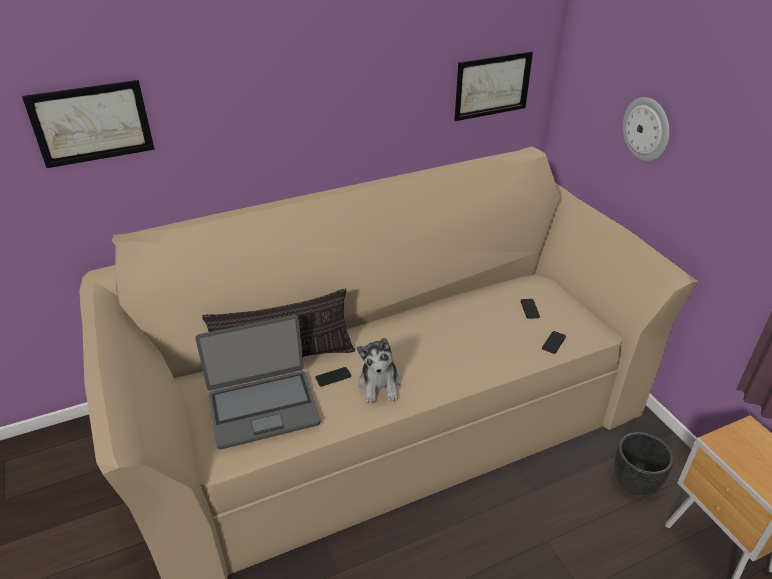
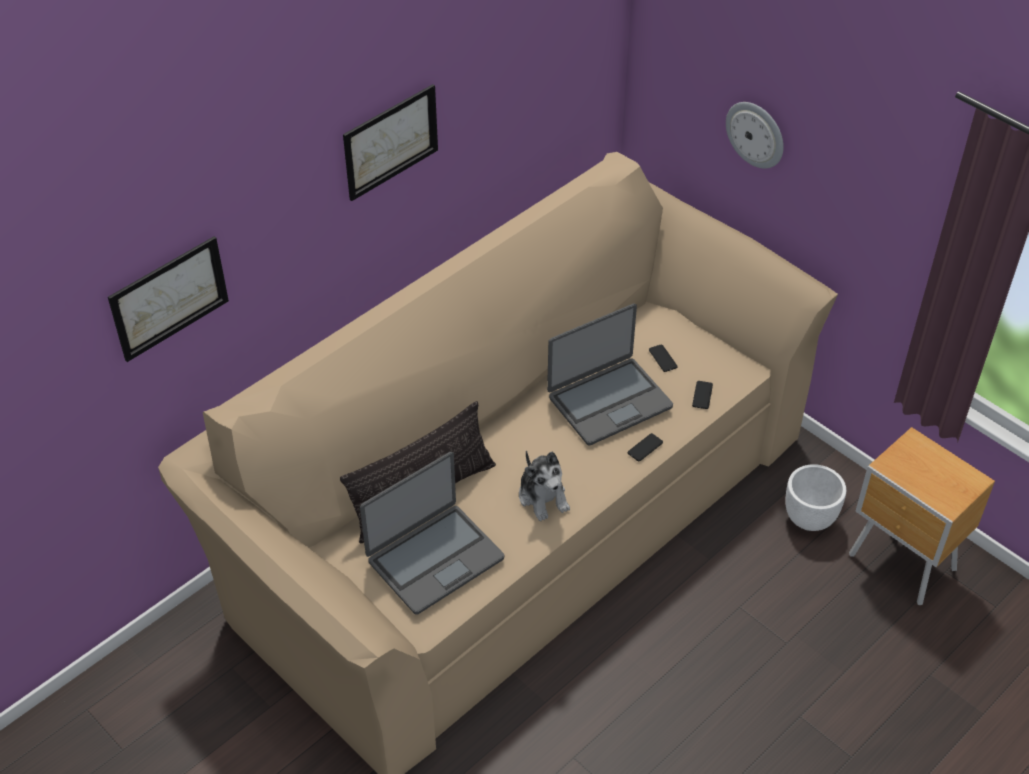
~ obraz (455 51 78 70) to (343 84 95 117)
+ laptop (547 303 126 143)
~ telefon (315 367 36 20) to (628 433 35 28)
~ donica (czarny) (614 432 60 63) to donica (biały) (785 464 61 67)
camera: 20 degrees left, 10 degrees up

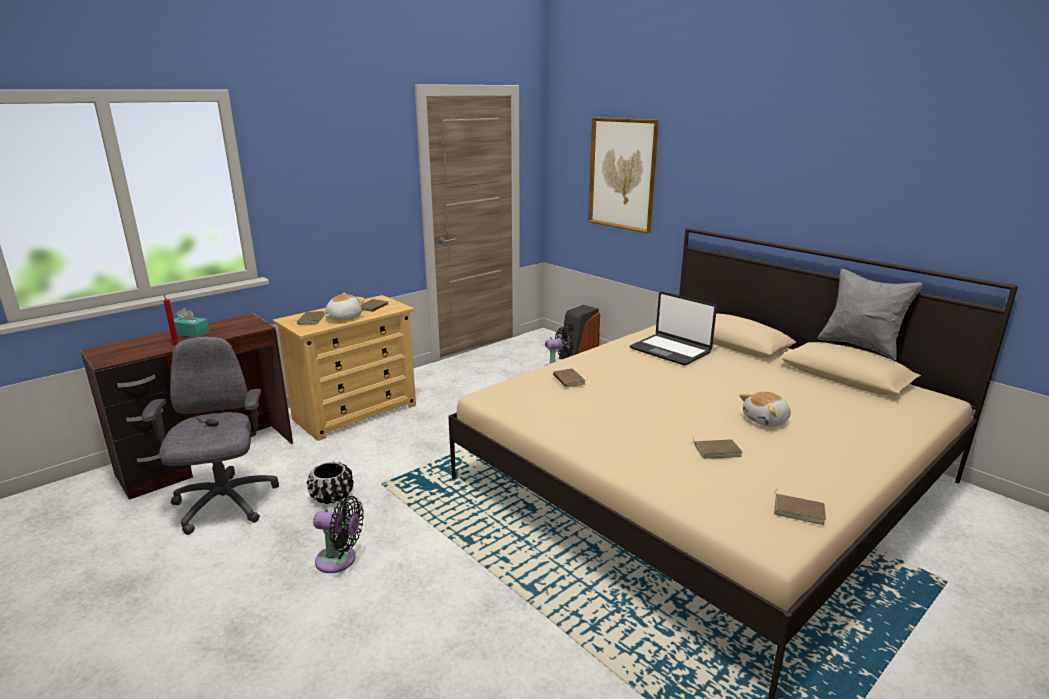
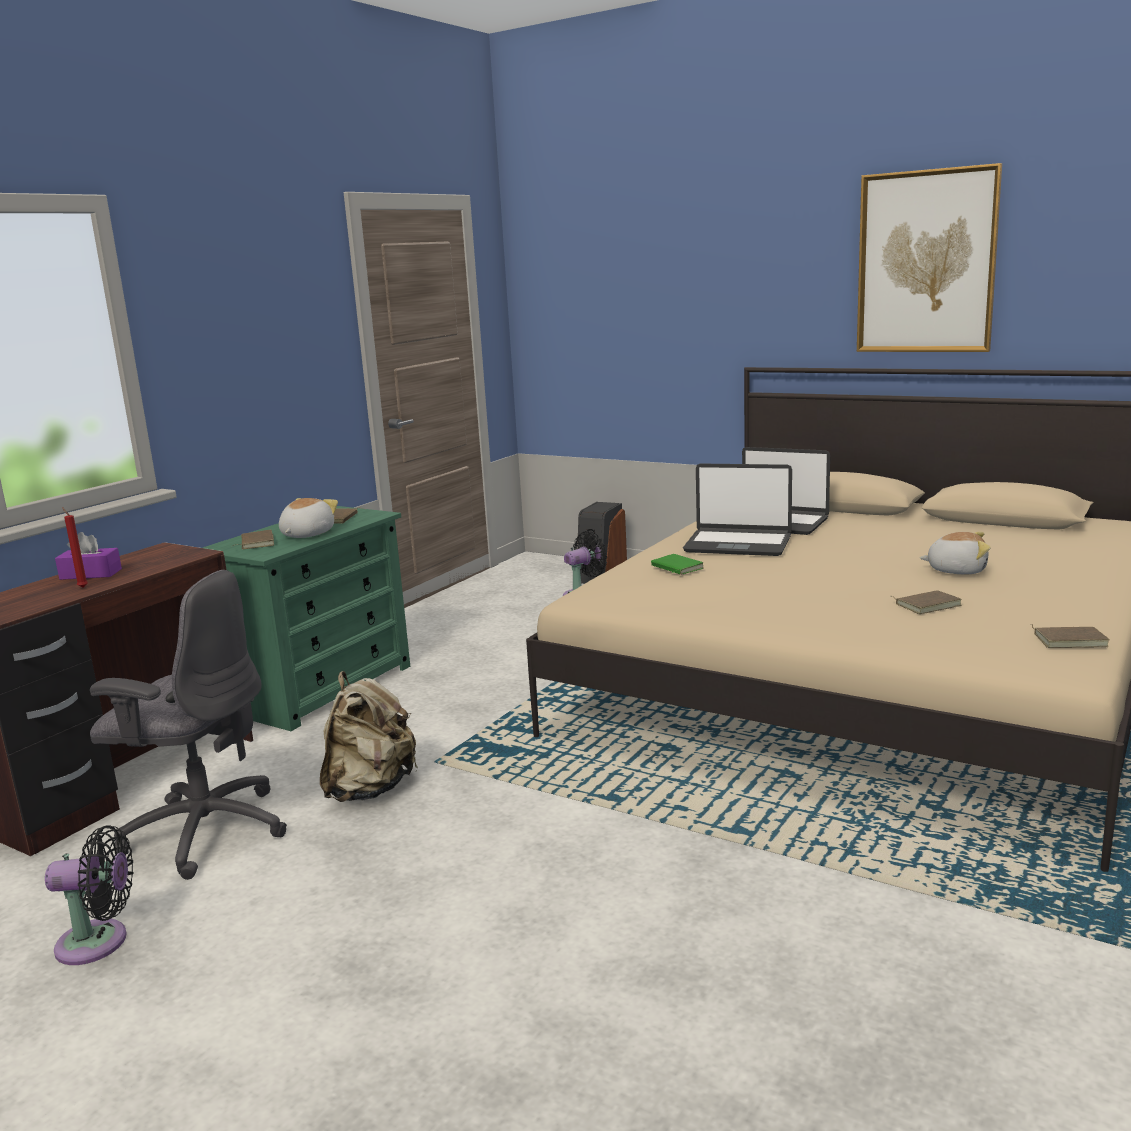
~ wentylator (czarny) (313 496 51 77) to (45 825 88 140)
~ pudełko chusteczek (turkusowy) (174 308 36 29) to pudełko chusteczek (fioletowy) (55 532 67 48)
~ krzesło biurowe (szary) (142 337 137 198) = (90 570 197 310) 135 degrees clockwise
~ komoda (beżowy) (273 295 143 146) to komoda (zielony) (203 506 207 225)
~ donica (czarny) (307 462 47 42) to plecak (beżowy) (320 671 98 131)
~ książka (brązowy) (553 368 32 19) to książka (zielony) (651 554 53 21)
+ laptop (683 464 109 92)
~ obraz (588 117 71 116) to (857 163 145 189)
~ pluszak (739 392 52 35) = (919 532 72 42) 120 degrees counterclockwise
- poduszka (szary) (817 268 107 92)
camera: 15 degrees left, 5 degrees down

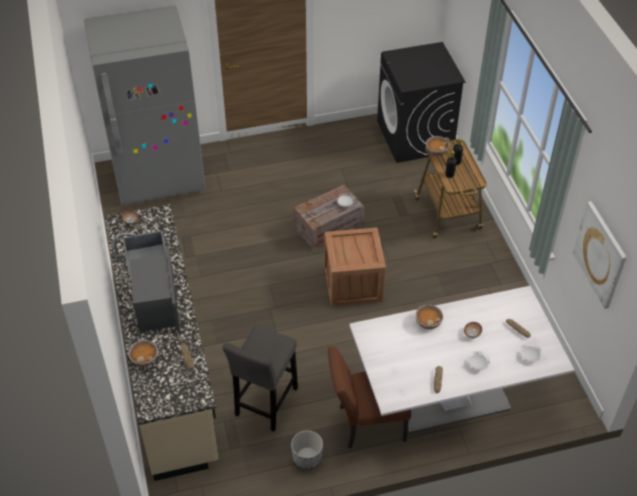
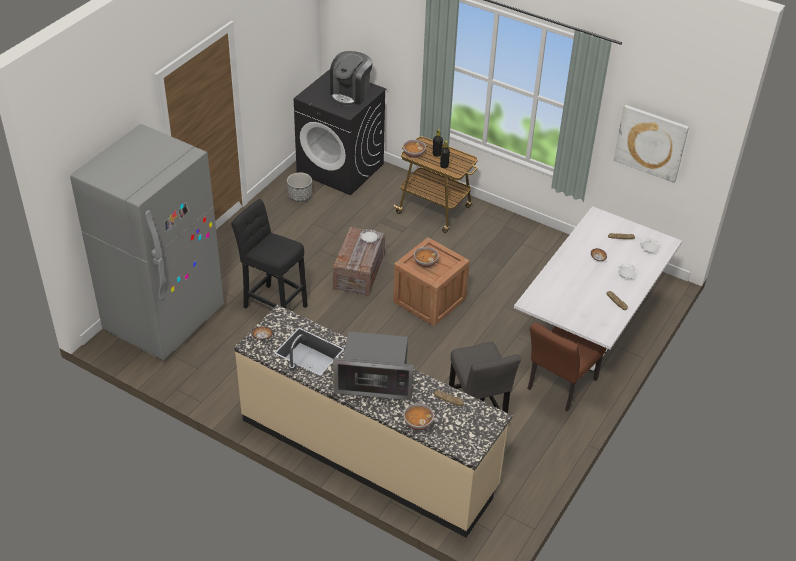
+ stołek (czarny) (231 199 77 110)
~ donica (291 430 32 39) to (287 172 25 30)
+ ekspres do kawy (330 51 43 55)
~ mikrofalówka (130 246 50 87) = (333 331 81 69) 150 degrees clockwise
~ miska (415 305 28 24) to (414 247 25 20)
camera: 45 degrees left, 5 degrees down

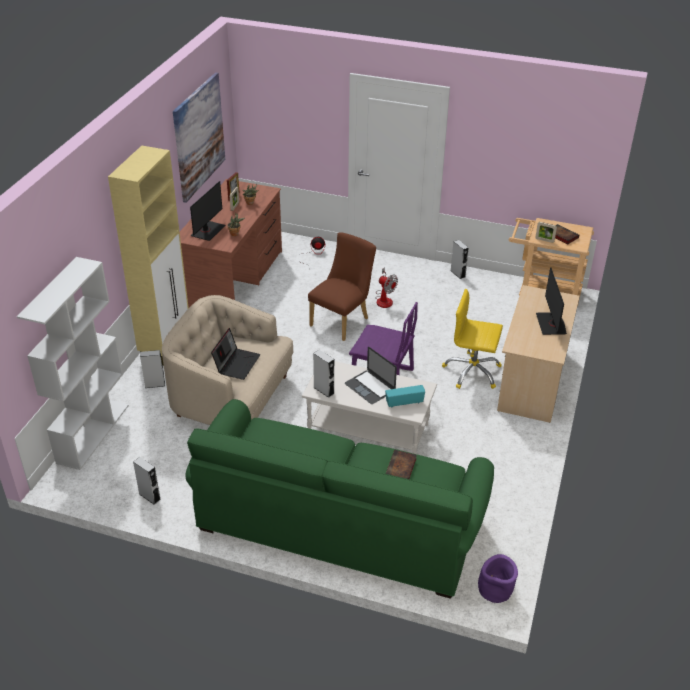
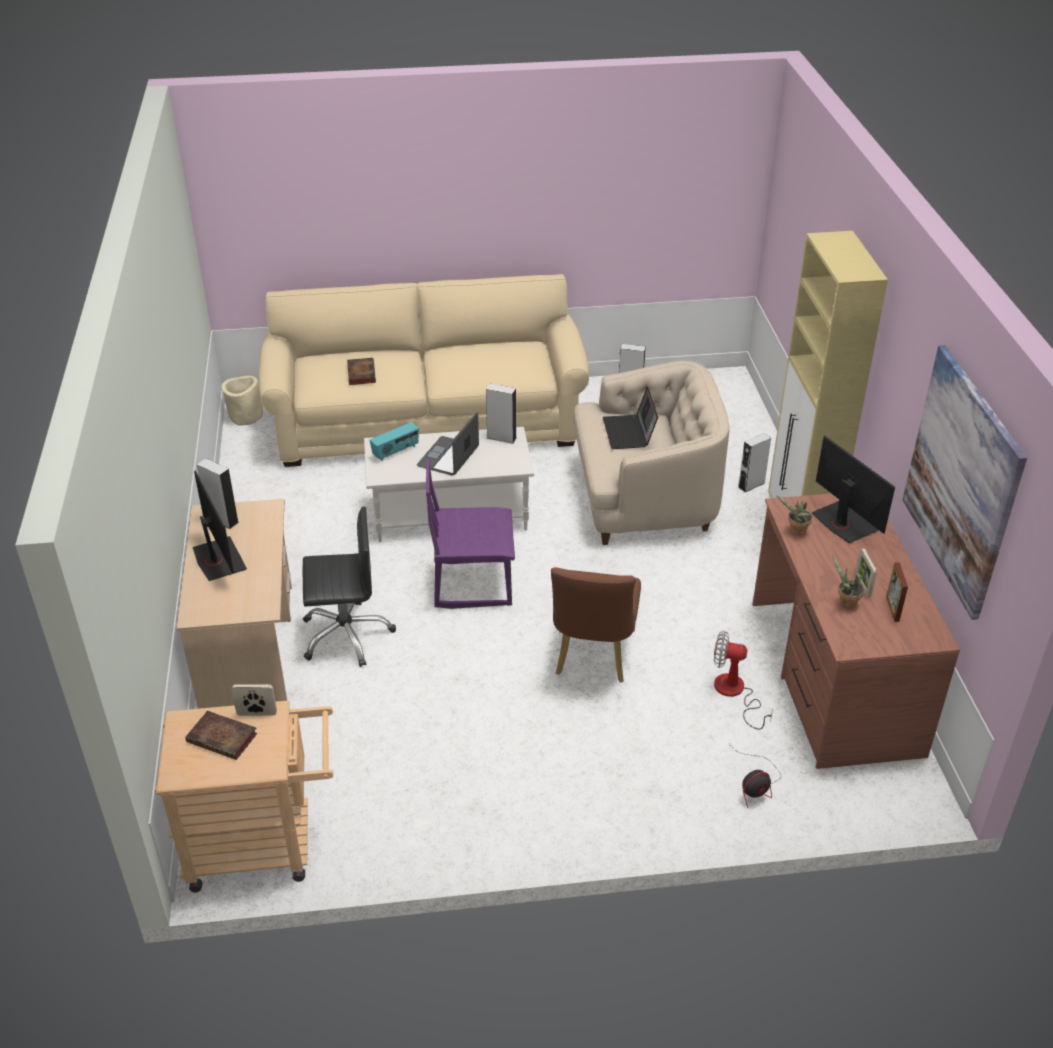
~ głośnik (szary) (451 240 18 39) to (197 459 42 70)
~ donica (fioletowy) (478 554 40 49) to donica (beżowy) (221 376 42 49)
~ kanapa (zielony) (185 399 309 200) to kanapa (beżowy) (258 274 331 193)
~ krzesło biurowe (żółty) (442 289 61 100) to krzesło biurowe (czarny) (303 506 93 161)
~ laptop (345 347 52 57) = (417 412 62 64) 90 degrees counterclockwise
~ wentylator (375 267 23 41) to (714 631 59 99)
~ monitor (190 181 35 60) = (812 435 83 109) 150 degrees clockwise
- regał (biały) (17 257 112 213)
camera: 155 degrees right, 0 degrees up

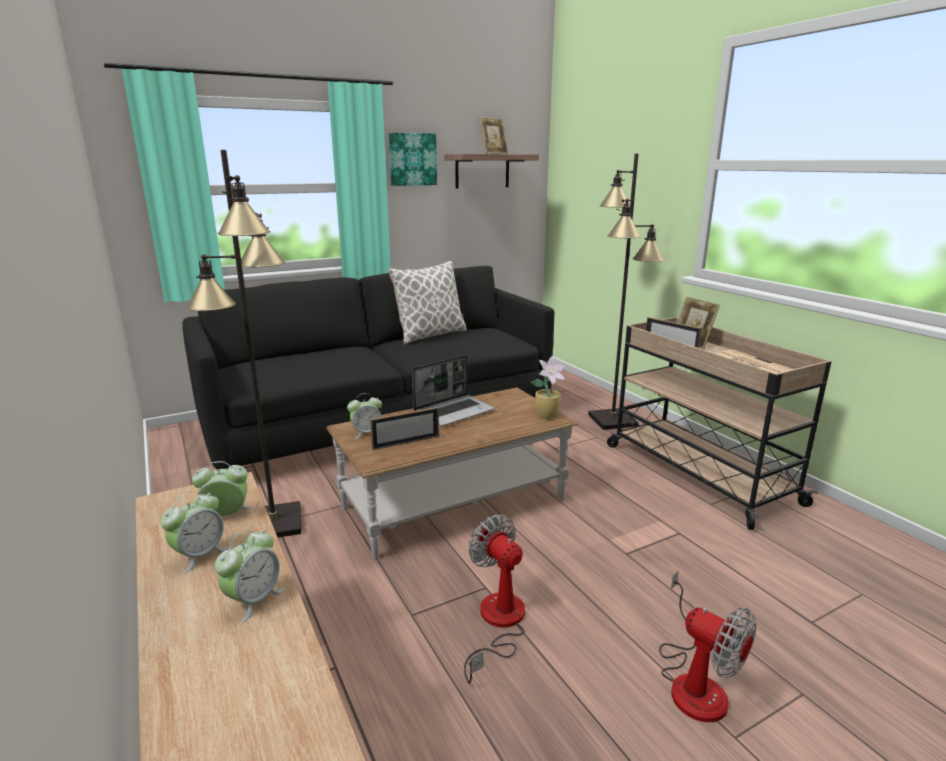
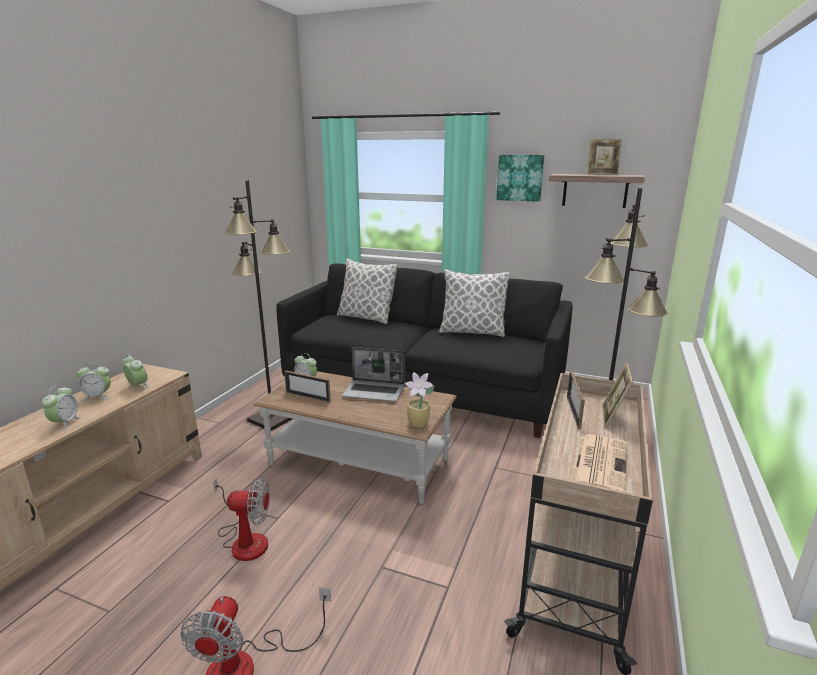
~ budzik (215 530 69 92) = (42 386 39 44) 75 degrees counterclockwise
~ wentylator (464 514 61 170) = (213 477 57 84) 75 degrees clockwise
+ poduszka (337 259 61 65)
camera: 50 degrees right, 0 degrees up

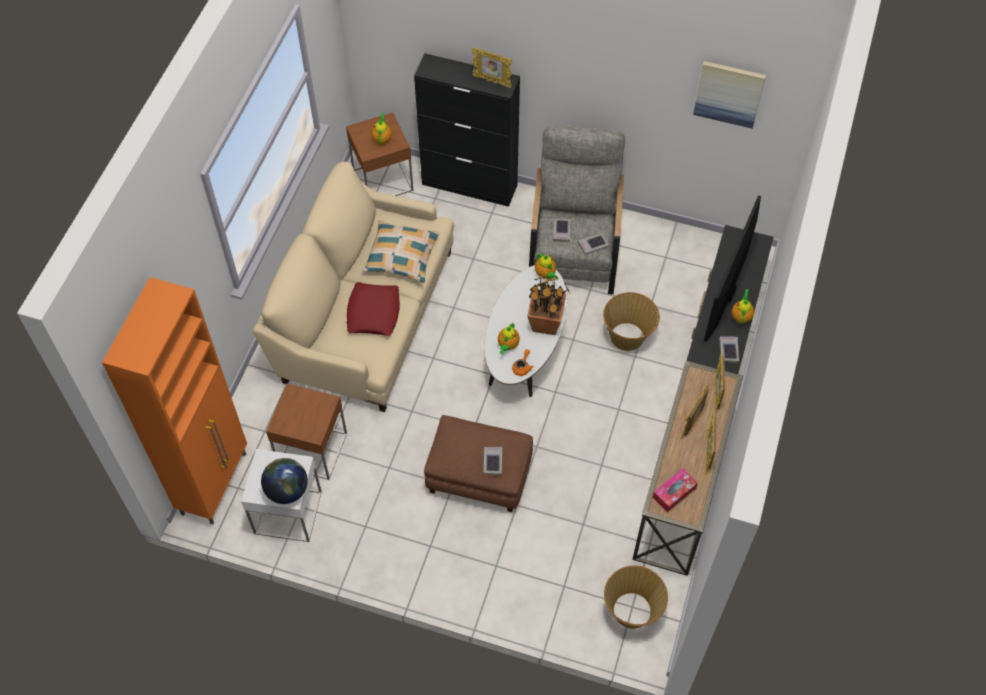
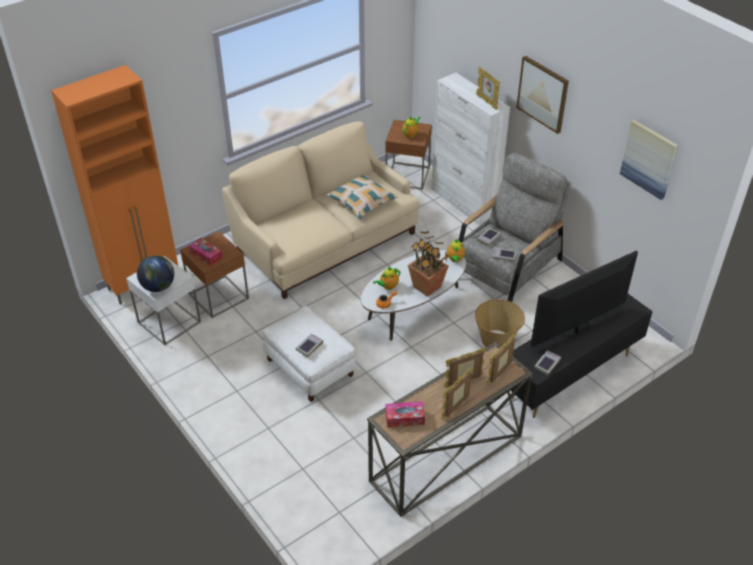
+ pudełko chusteczek (189 238 34 28)
~ pufa (brązowy) (424 415 109 97) to pufa (biały) (262 306 94 96)
~ szafka (czarny) (414 53 106 154) to szafka (biały) (431 73 79 153)
+ obraz (516 56 53 78)
- poduszka (czerwony) (347 282 53 54)
- koszyk (604 565 64 64)
- imbryk (732 289 22 35)
camera: 35 degrees right, 15 degrees down

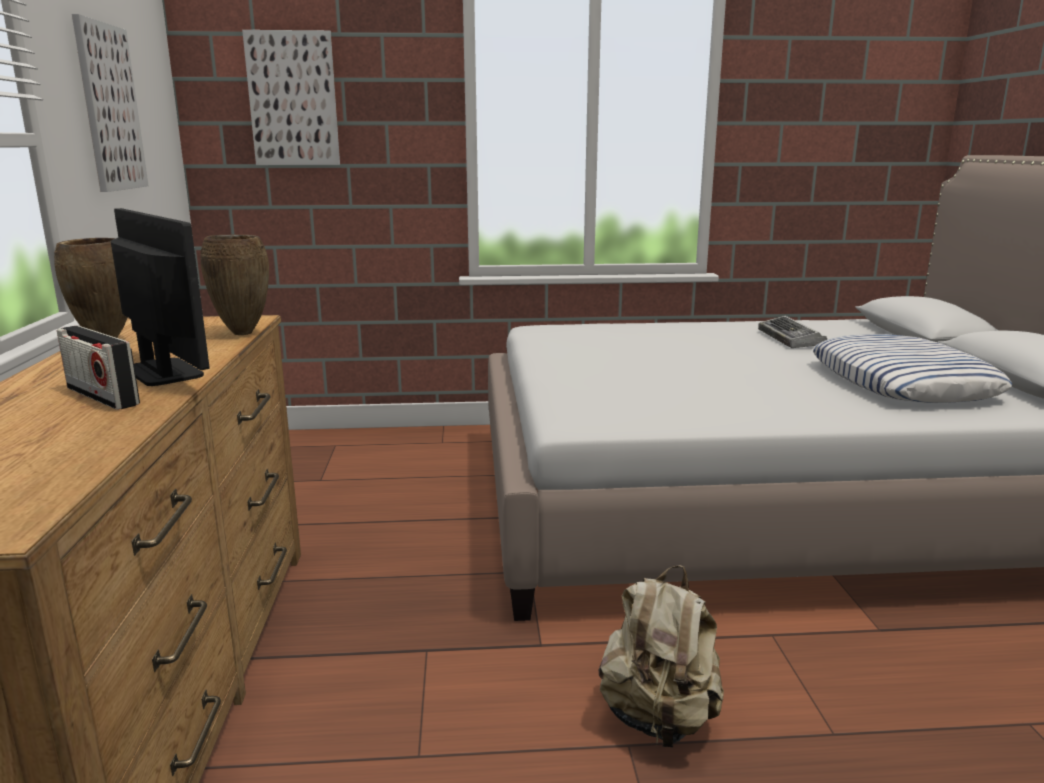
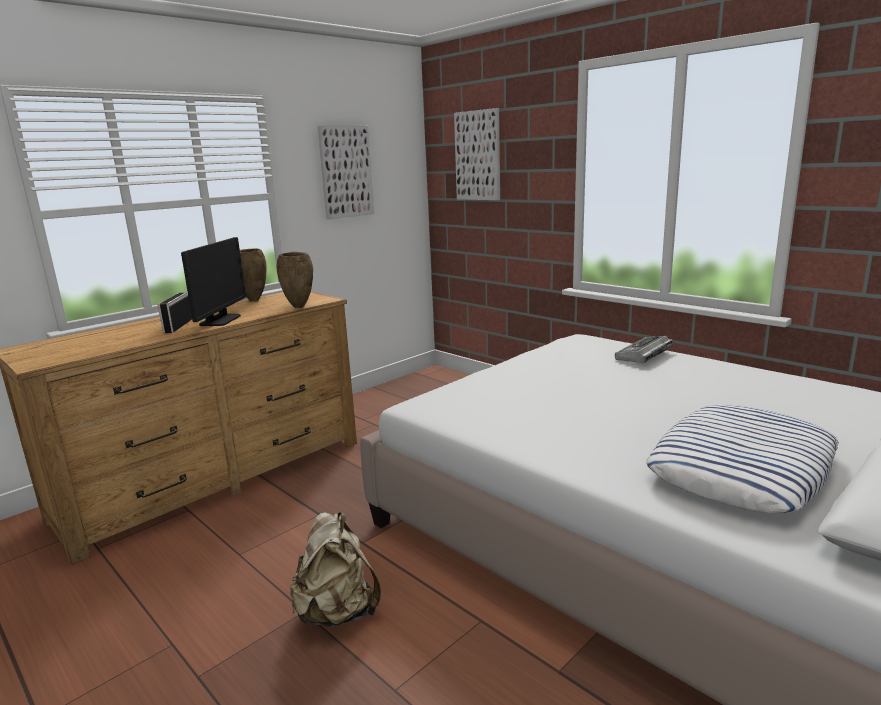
~ klawiatura (758 316 69 32) to (615 336 59 27)
camera: 50 degrees right, 0 degrees up

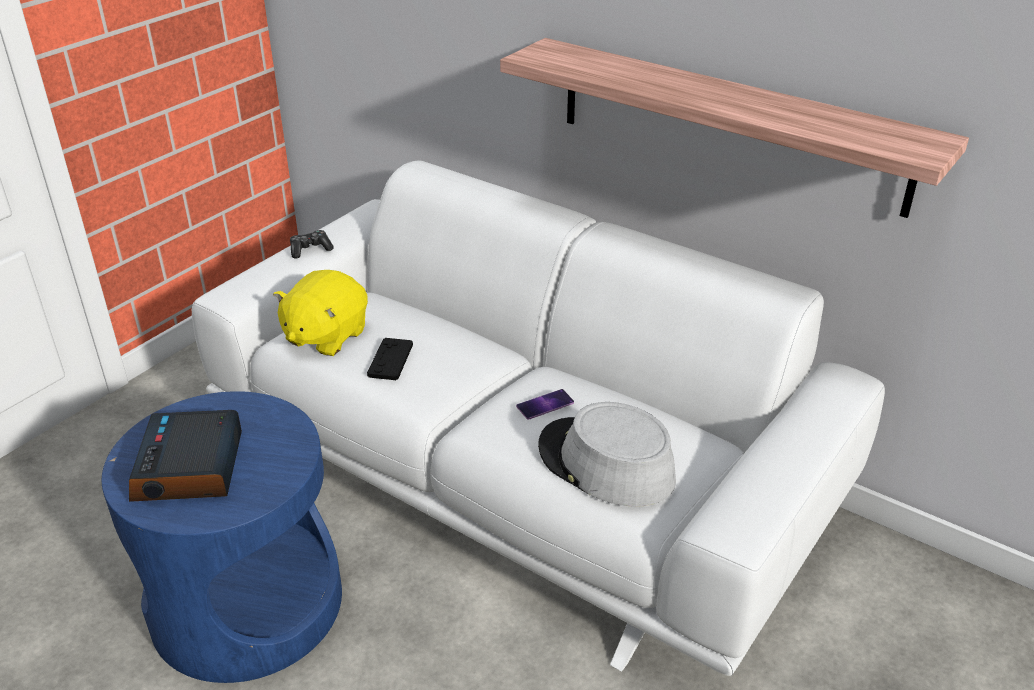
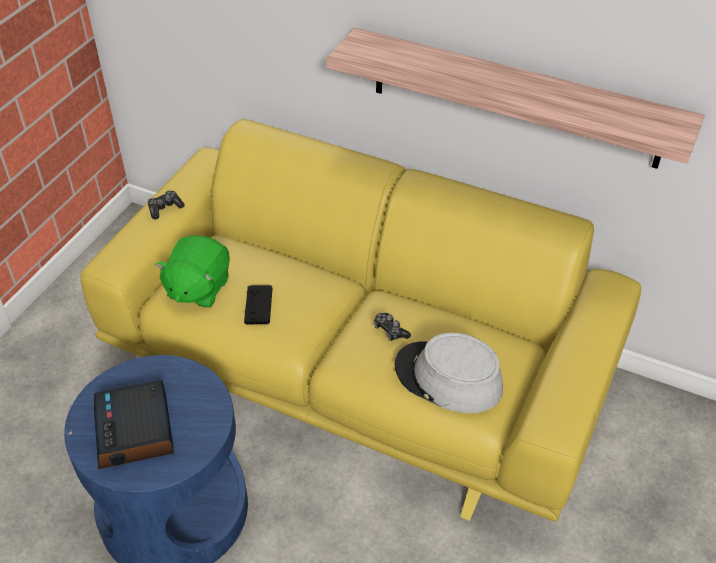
~ kanapa (biały) (192 160 693 516) to kanapa (żółty) (81 119 560 402)
~ pluszak (żółty) (273 270 95 86) to pluszak (zielony) (155 235 75 72)
~ telefon (516 389 58 31) to pad do gier (373 313 38 28)
camera: 10 degrees left, 10 degrees up

